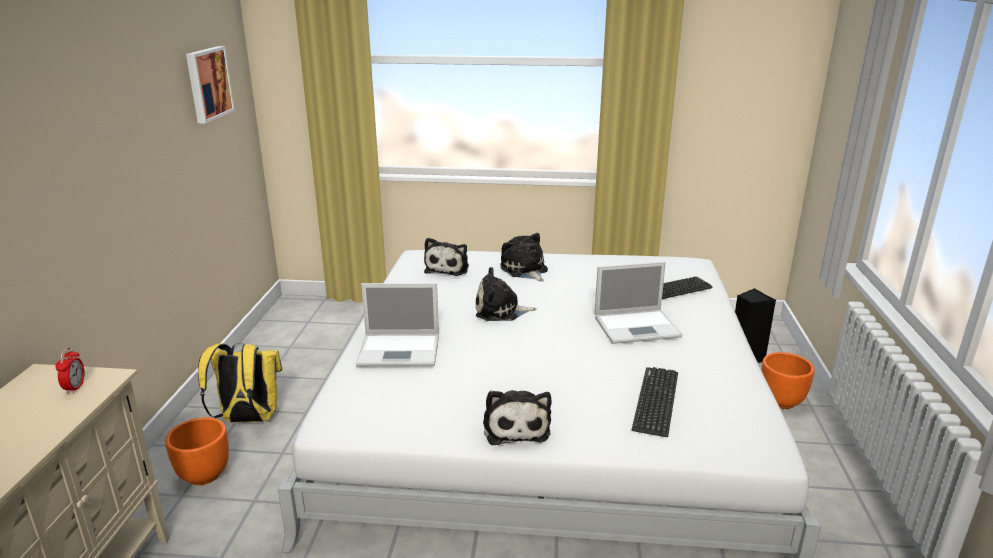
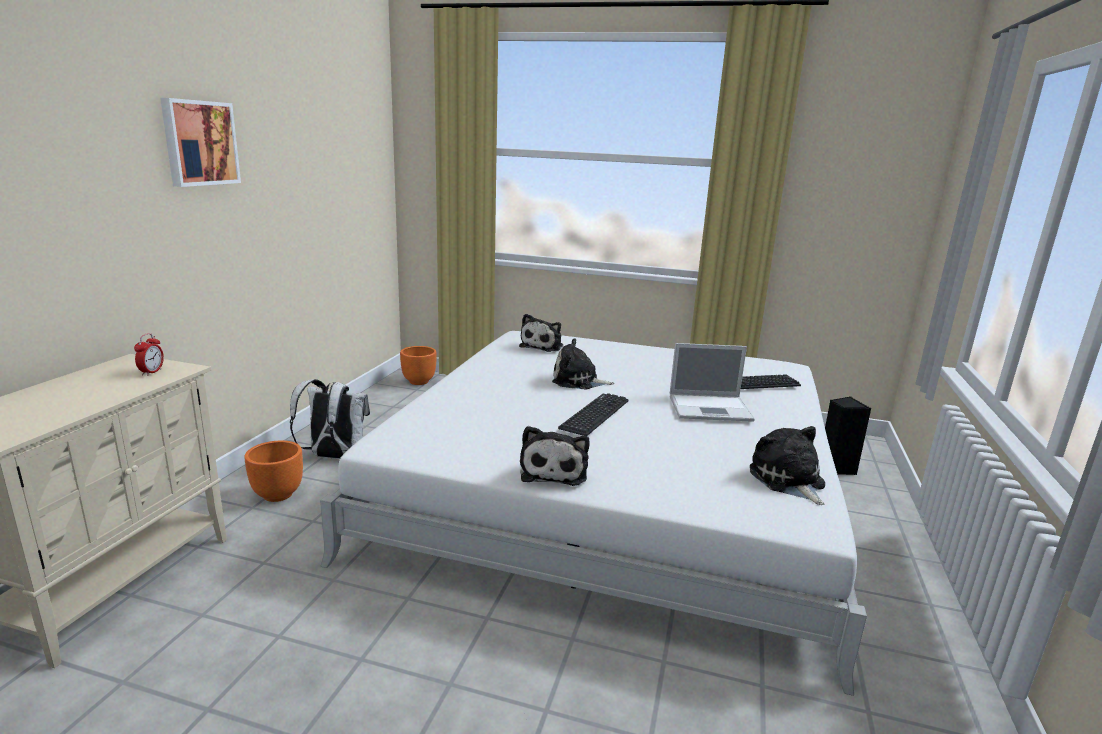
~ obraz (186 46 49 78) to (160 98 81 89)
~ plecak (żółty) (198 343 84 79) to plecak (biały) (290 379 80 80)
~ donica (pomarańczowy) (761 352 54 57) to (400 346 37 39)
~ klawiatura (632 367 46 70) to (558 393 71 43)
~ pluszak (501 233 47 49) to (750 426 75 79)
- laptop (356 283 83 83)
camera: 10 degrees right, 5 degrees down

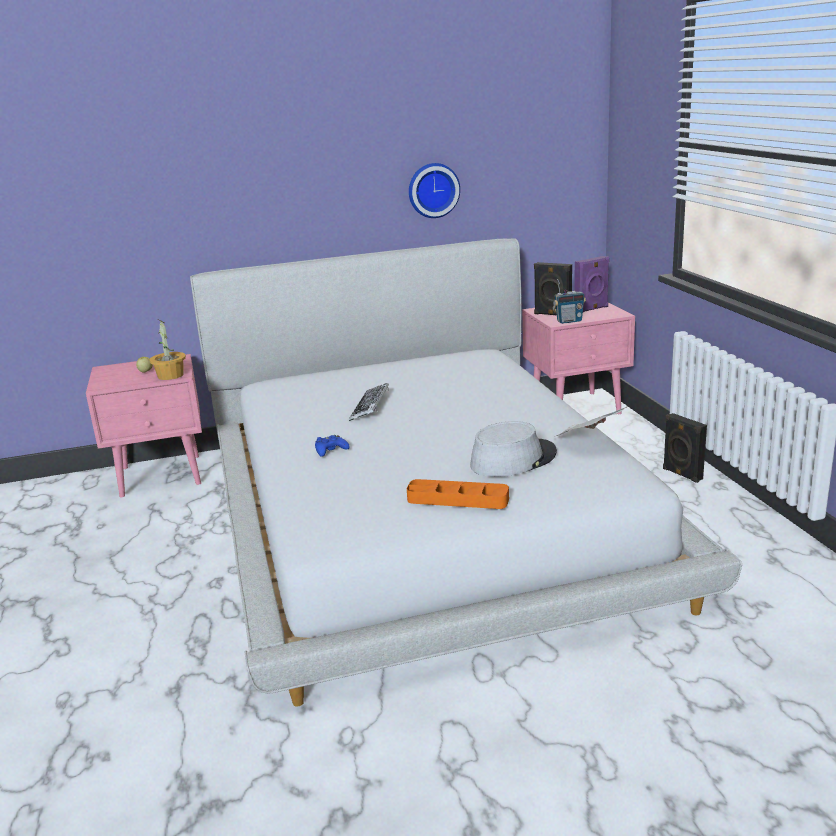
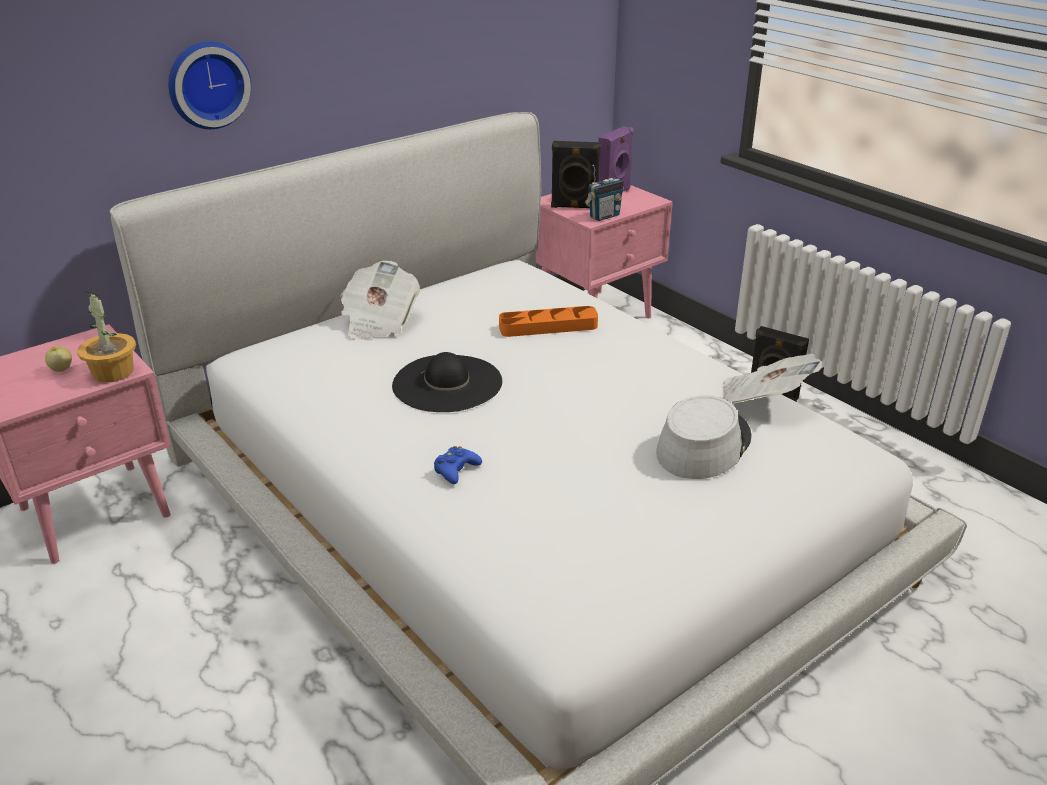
~ zegar ścienny (409 163 51 55) to (168 41 83 88)
+ gazeta (340 260 80 80)
~ klawiatura (349 383 40 38) to kapelusz (czarny) (392 352 110 60)
~ taca (pomarańczowy) (407 479 102 30) to (499 306 99 31)
camera: 25 degrees left, 10 degrees up

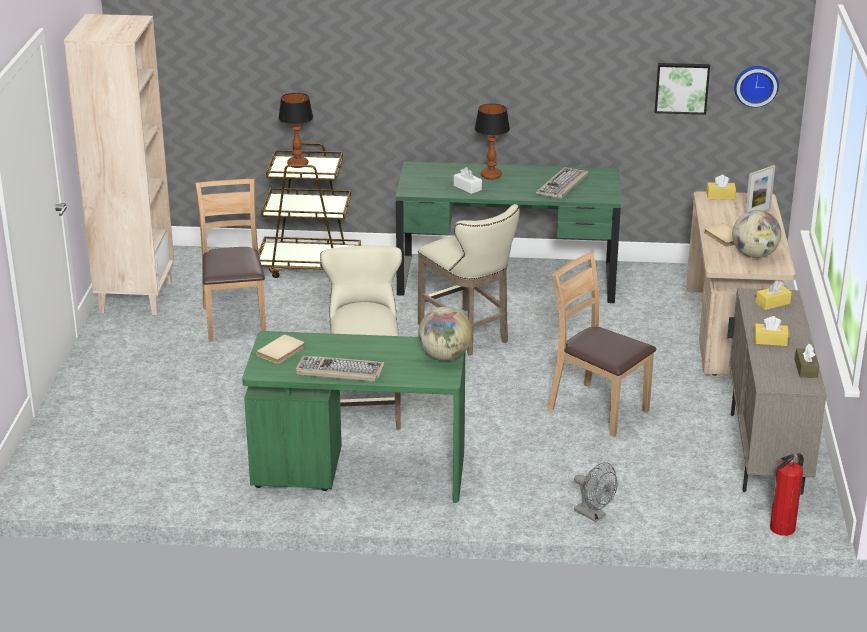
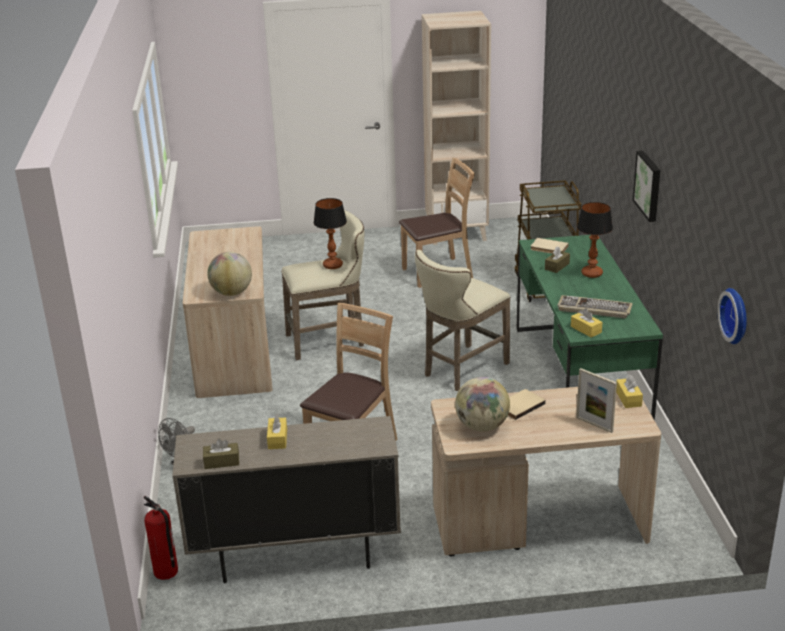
~ biurko (zielony) (242 331 223 172) to biurko (beżowy) (183 226 90 172)
~ lampa stołowa (278 93 35 75) to (314 198 33 71)
~ książka (beżowy) (256 334 49 30) to (531 238 38 16)
~ pudełko chusteczek (biały) (454 167 28 27) to pudełko chusteczek (brązowy) (545 246 25 27)
~ pudełko chusteczek (żółty) (756 280 36 30) to (571 308 32 29)
~ obraz (655 63 55 52) to (633 151 27 71)
- klawiatura (296 356 89 26)
camera: 80 degrees right, 0 degrees up

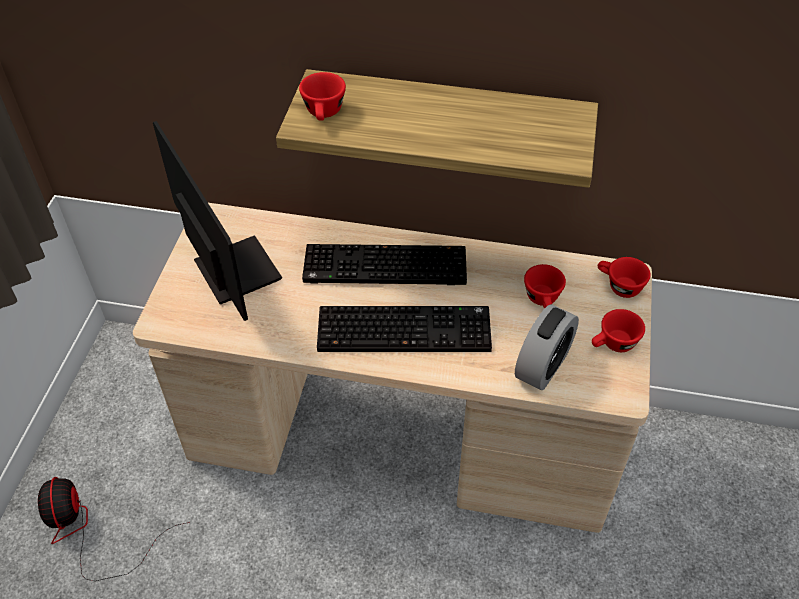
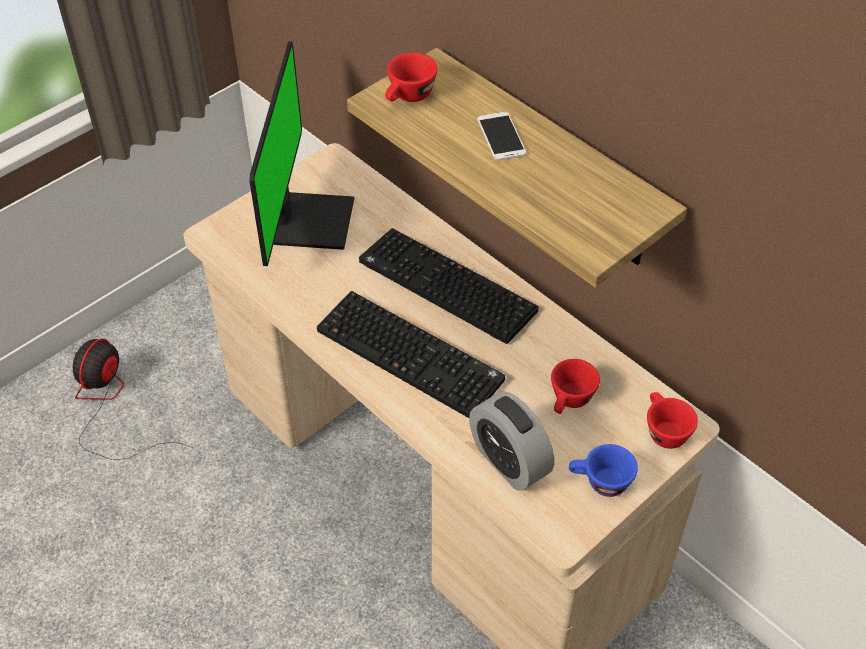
~ budzik (515 304 64 86) = (469 391 85 99) 75 degrees clockwise
+ telefon (477 112 49 49)
~ filiżanka (czerwony) (592 309 53 43) to filiżanka (niebieski) (569 444 69 53)
camera: 35 degrees right, 0 degrees up

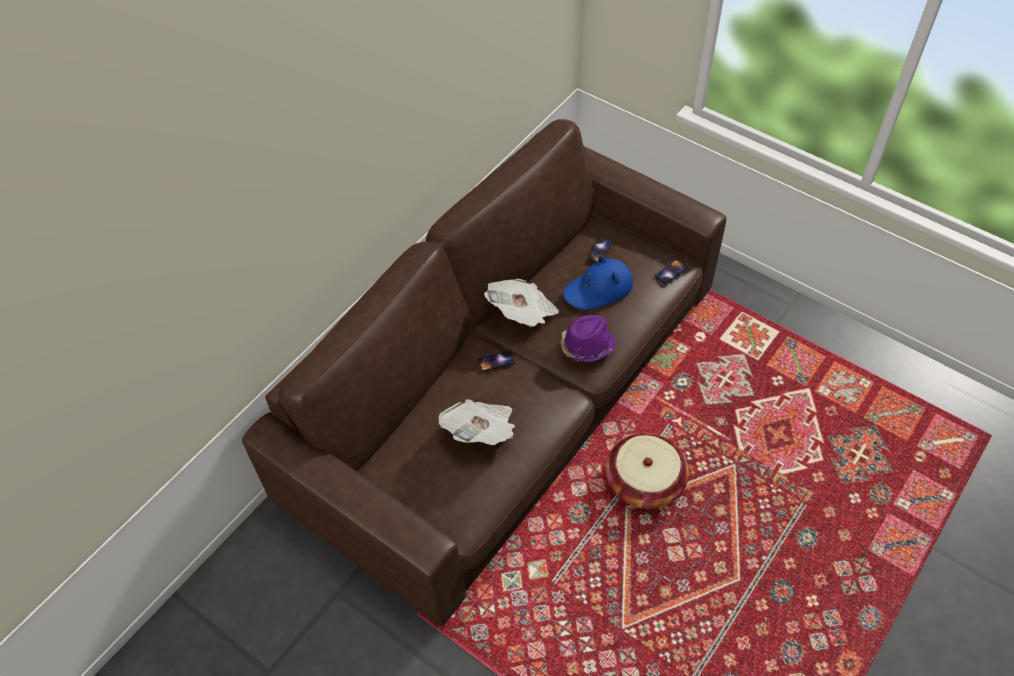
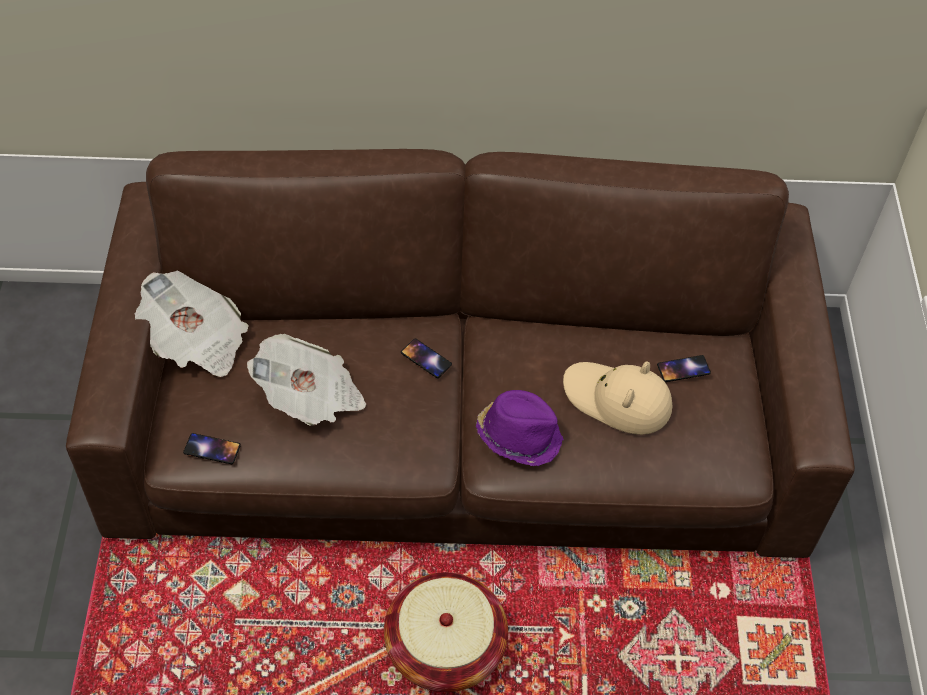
~ gazeta (484 278 75 49) to (135 270 114 107)
~ telefon (654 259 33 26) to (183 433 58 31)
~ kapelusz (niebieski) (563 255 70 55) to kapelusz (beżowy) (563 361 109 74)
camera: 50 degrees right, 0 degrees up

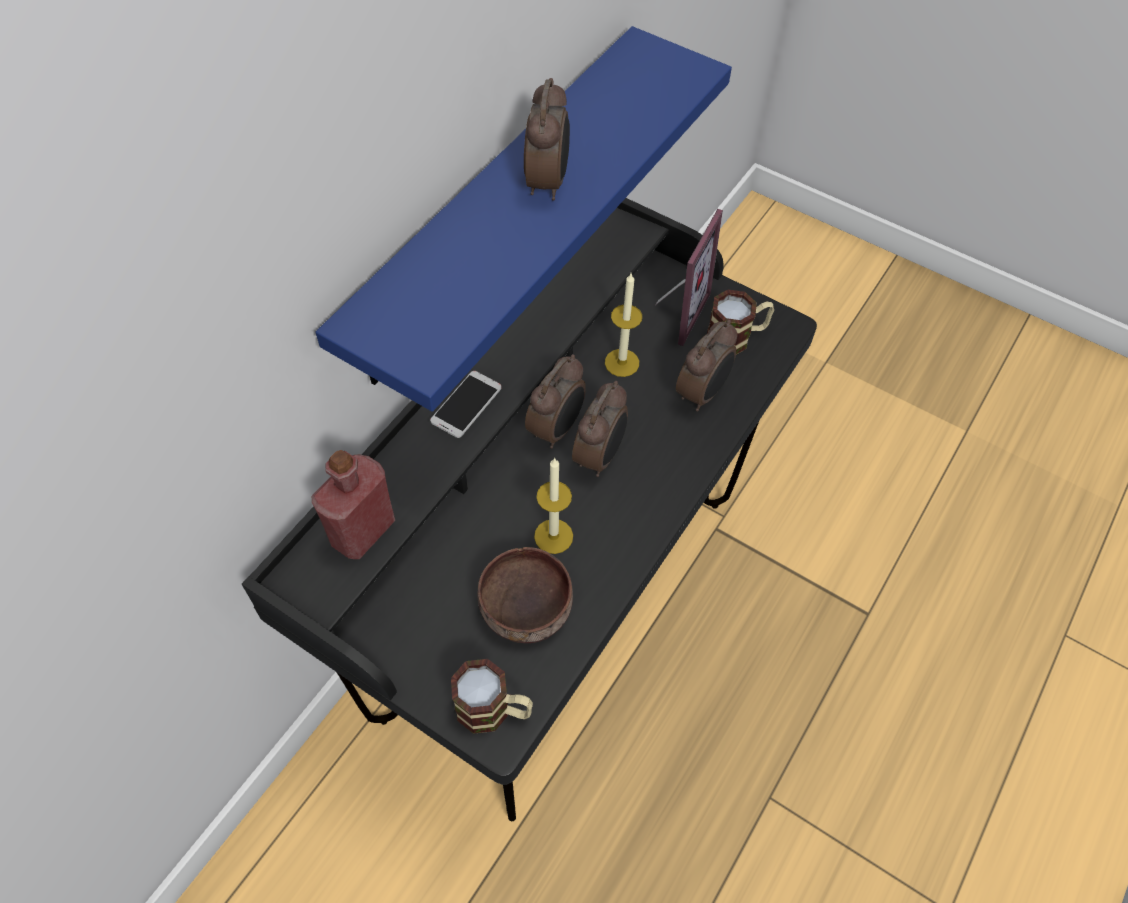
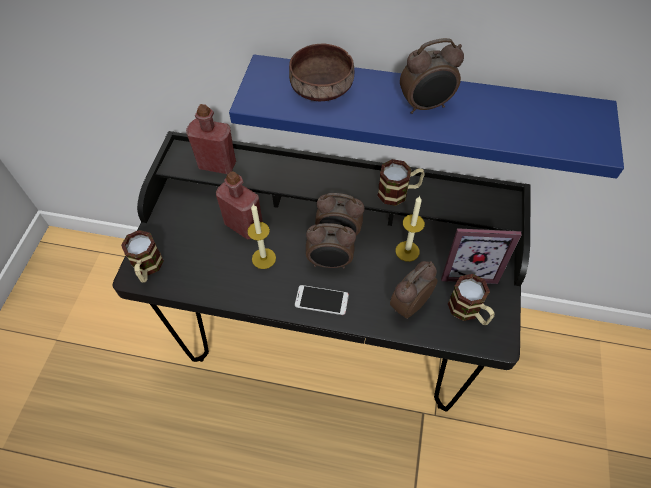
+ butelka (czerwony) (216 172 47 68)
~ miska (brązowy) (478 547 95 96) to (289 44 65 57)
~ telefon (430 371 72 67) to (295 285 54 30)
+ kubek (377 159 48 47)
~ budzik (676 320 61 91) = (390 261 48 58) 120 degrees clockwise
camera: 70 degrees right, 0 degrees up

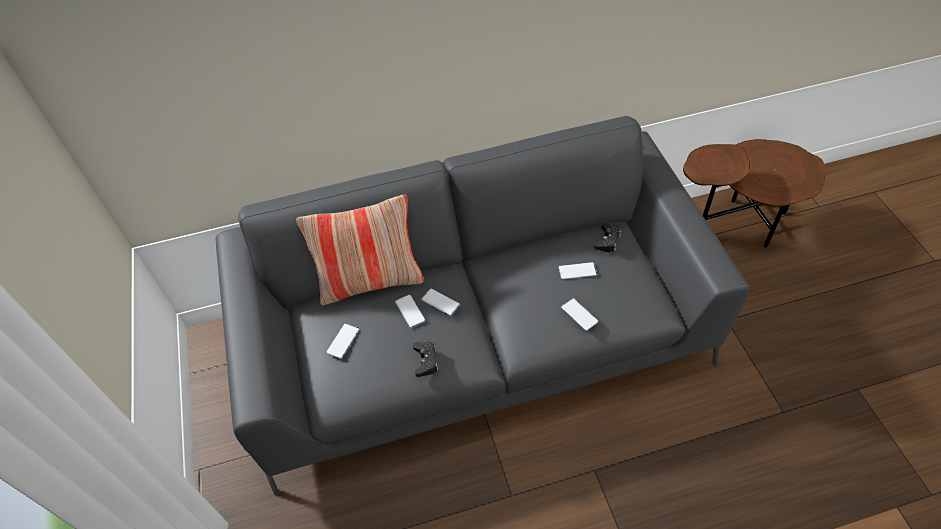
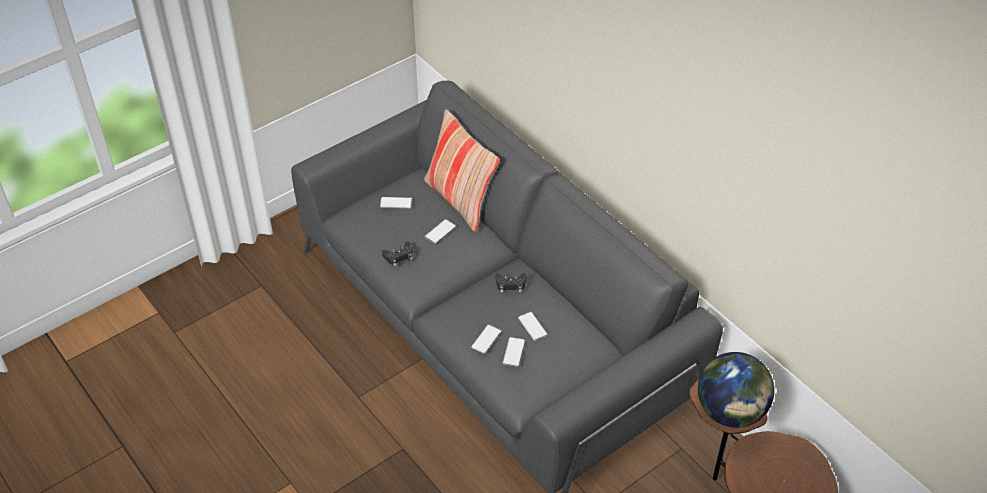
~ pad do gier (czarny) (594 223 27 29) to (495 273 32 19)
~ telefon (421 288 39 28) to (503 337 22 30)
+ globus (698 352 76 76)
camera: 65 degrees right, 5 degrees down

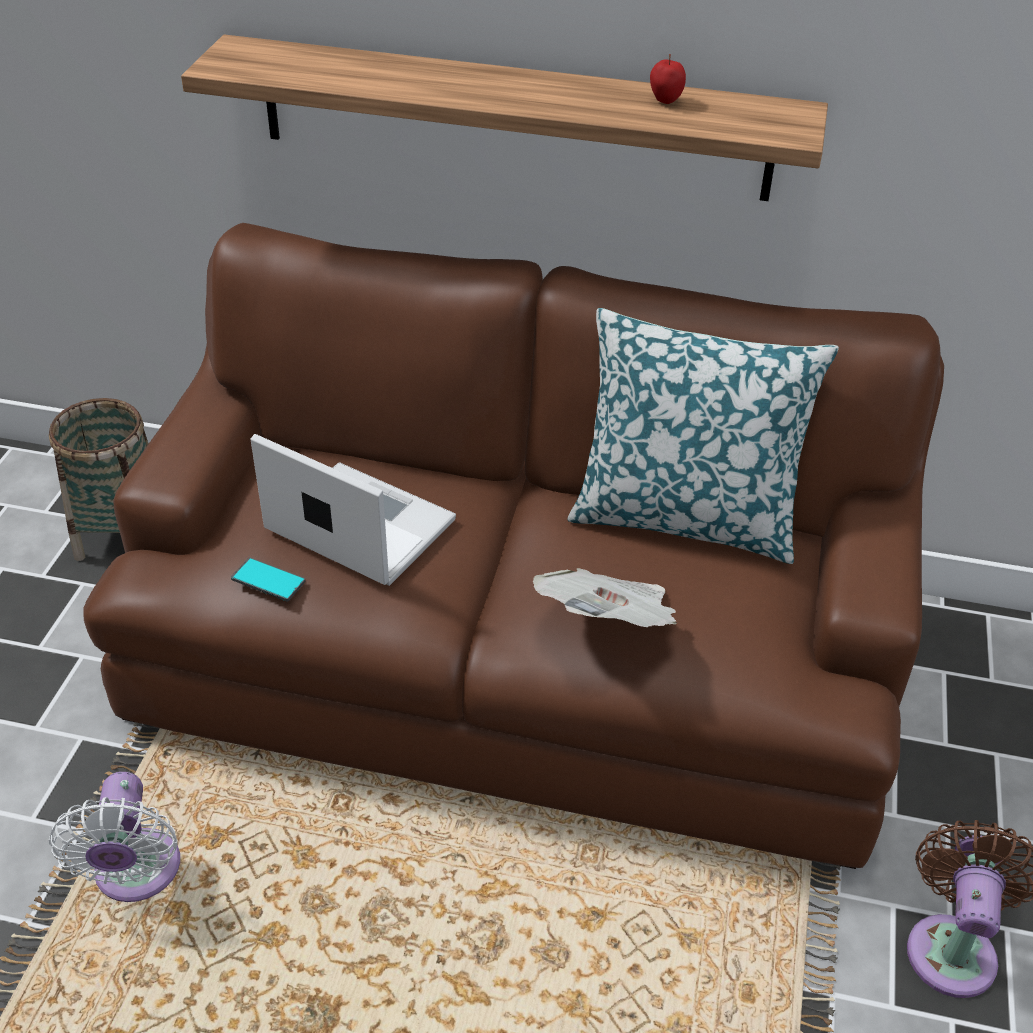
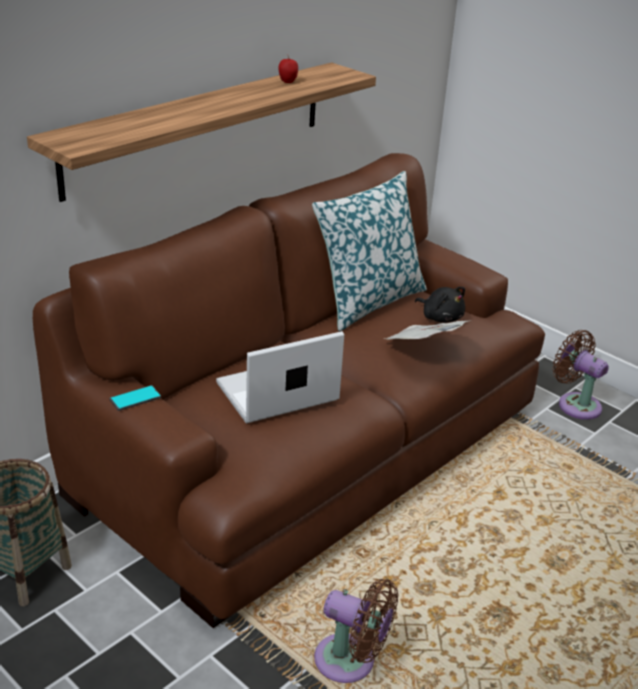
~ telefon (231 557 75 45) to (109 385 52 26)
~ wentylator (biały) (49 772 131 130) to wentylator (brązowy) (314 579 84 104)
+ pluszak (czarny) (415 287 50 36)
camera: 60 degrees left, 10 degrees down

